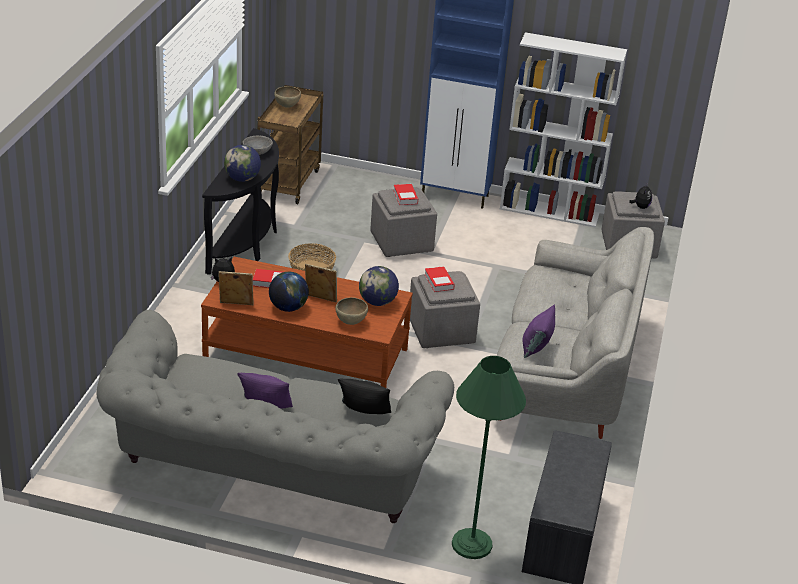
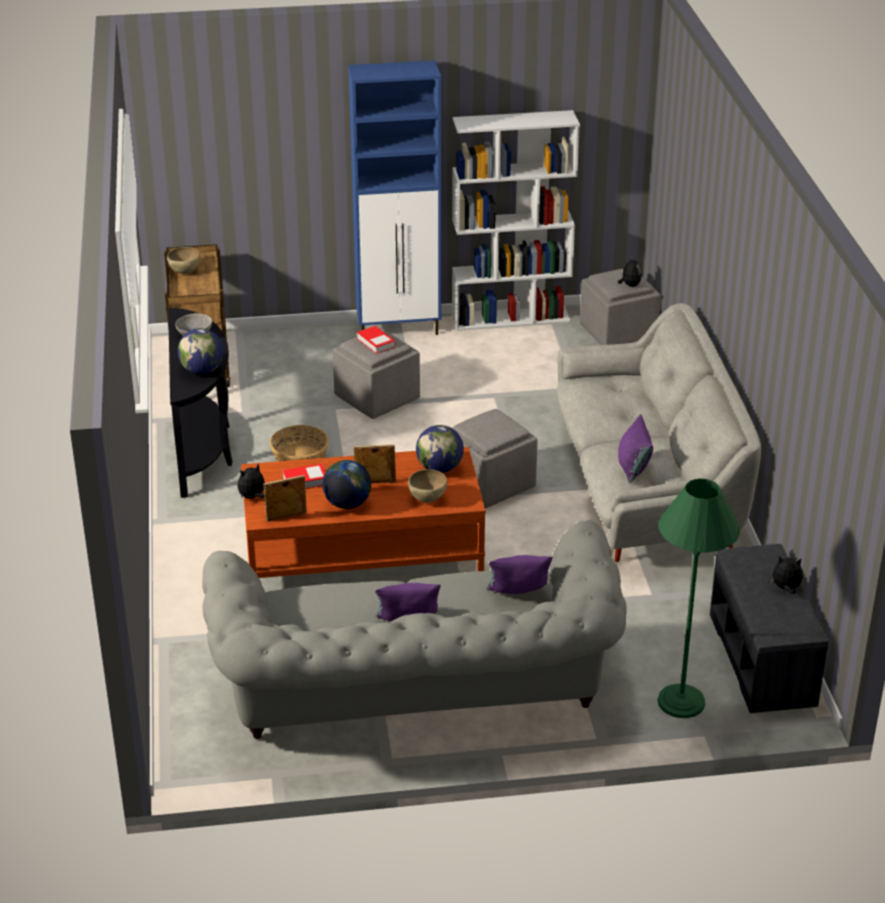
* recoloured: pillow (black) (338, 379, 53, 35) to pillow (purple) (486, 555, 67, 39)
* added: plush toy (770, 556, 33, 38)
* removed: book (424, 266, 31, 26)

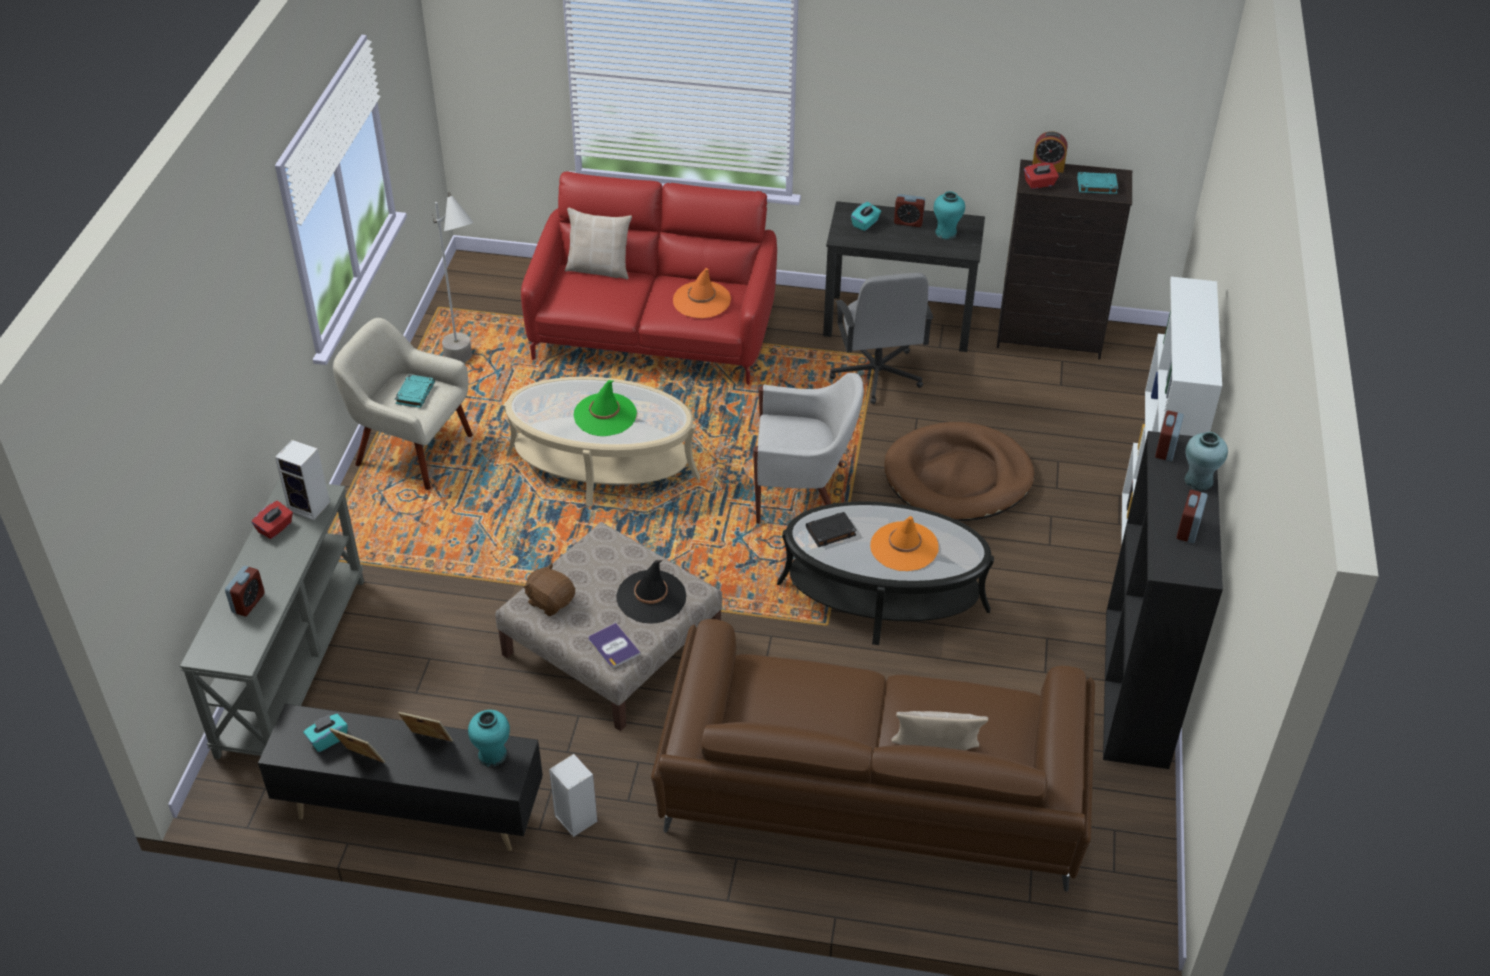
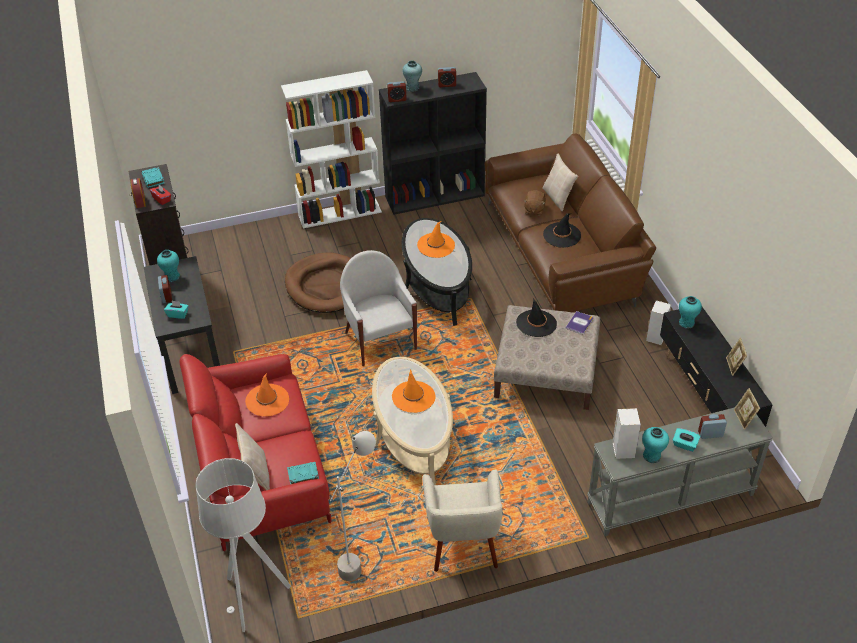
* added: floor lamp (grey) (196, 458, 95, 174)
* moved: book (turquoise) (395, 374, 40, 34) to (287, 462, 32, 22)
* recoloured: hat (green) (574, 380, 63, 56) to hat (orange) (392, 369, 44, 44)
* moved: plush toy (brown) (524, 563, 51, 53) to (523, 190, 23, 25)
* added: hat (black) (543, 213, 38, 35)
* replaced: tissue box (red) (252, 501, 41, 38) to vase (turquoise) (642, 427, 27, 36)
* moved: tissue box (turquoise) (303, 714, 45, 38) to (673, 428, 27, 24)
* moved: picture frame (398, 712, 55, 29) to (734, 388, 26, 42)
* removed: book (black) (806, 512, 51, 35)
* removed: office chair (grey) (830, 273, 103, 131)

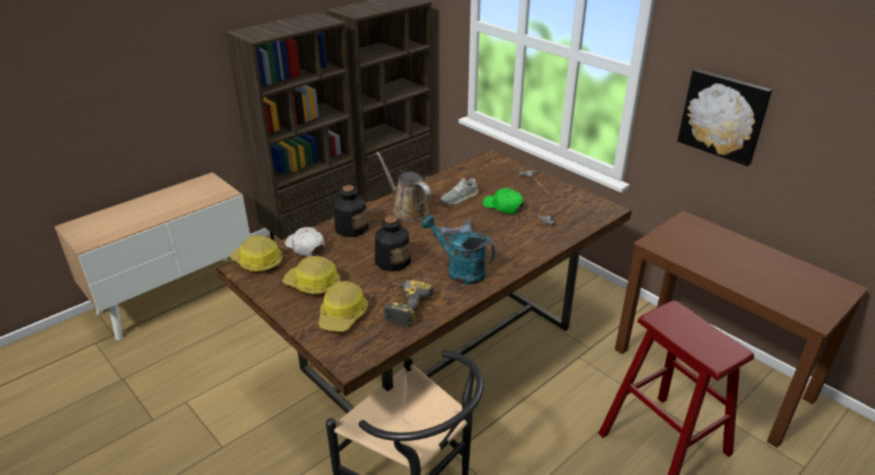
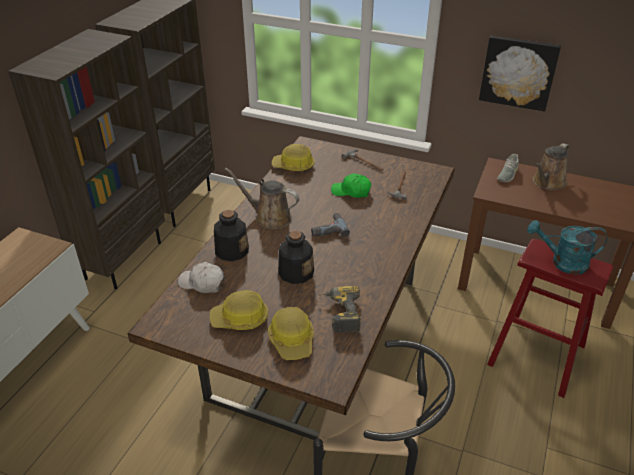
* moved: hard hat (230, 235, 53, 37) to (272, 144, 43, 27)
* moved: shoe (grey) (440, 178, 39, 27) to (497, 154, 22, 28)
* moved: watering can (turquoise) (421, 215, 74, 70) to (527, 220, 81, 55)
* added: watering can (brown) (533, 143, 36, 47)

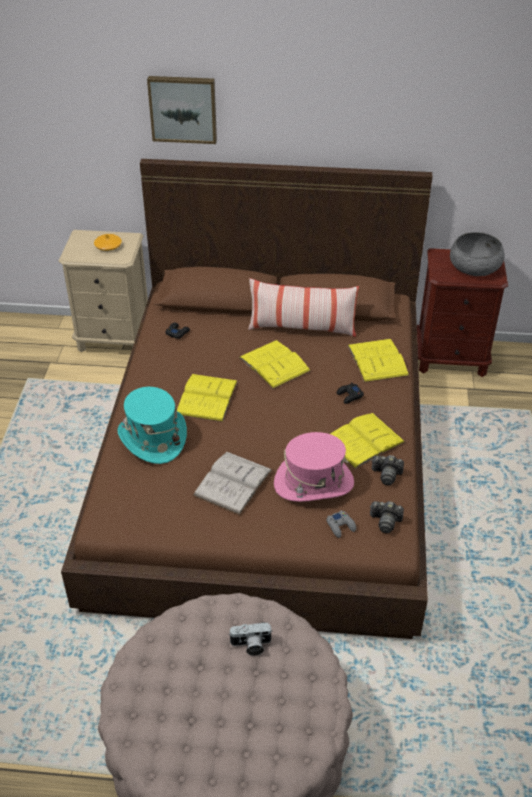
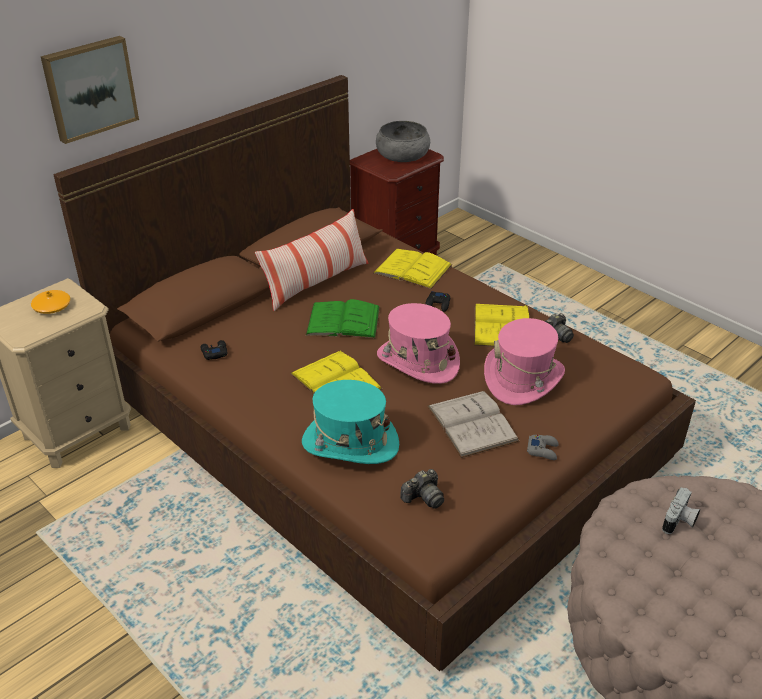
* recoloured: book (yellow) (239, 340, 72, 49) to book (green) (305, 299, 75, 40)
* added: hat (pink) (377, 303, 83, 81)
* moved: photo camera (370, 501, 34, 32) to (400, 469, 44, 40)
* moved: game controller (grey) (326, 510, 30, 28) to (527, 435, 32, 25)

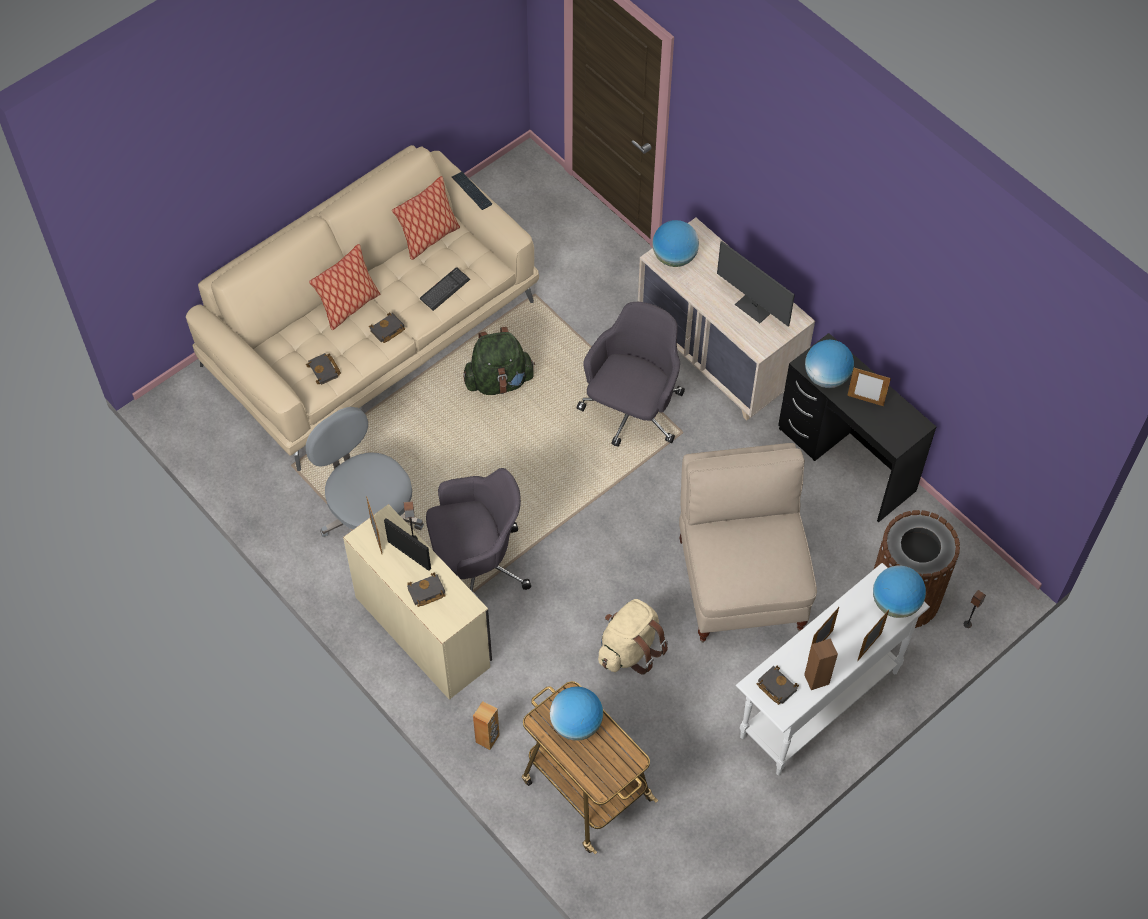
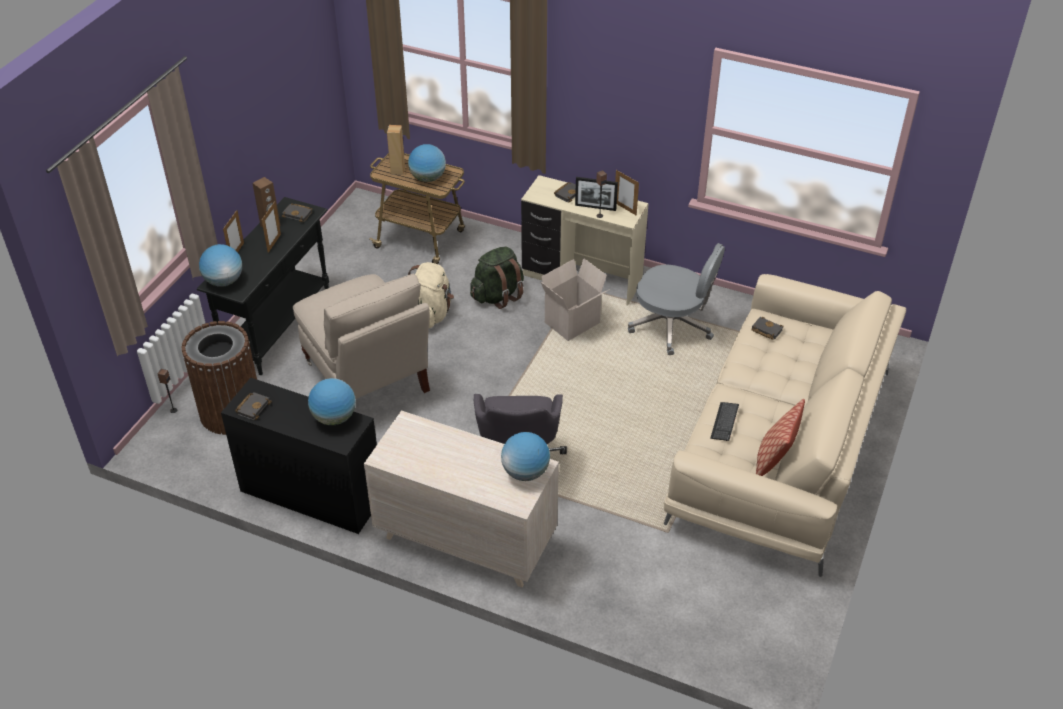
* recoloured: console table (white) (736, 563, 194, 212) to console table (black) (197, 197, 132, 178)
* moved: book (black) (369, 312, 36, 31) to (235, 392, 37, 28)
* moved: speaker (brown) (473, 701, 27, 49) to (387, 125, 18, 50)
* moved: backpack (green) (463, 327, 72, 68) to (470, 247, 54, 62)
* replaced: office chair (grey) (426, 468, 105, 123) to cardboard box (540, 258, 70, 83)
* removed: pillow (309, 244, 71, 86)
* removed: keyboard (452, 172, 40, 38)
* removed: monitor (717, 241, 78, 85)
* removed: picture frame (847, 368, 44, 38)

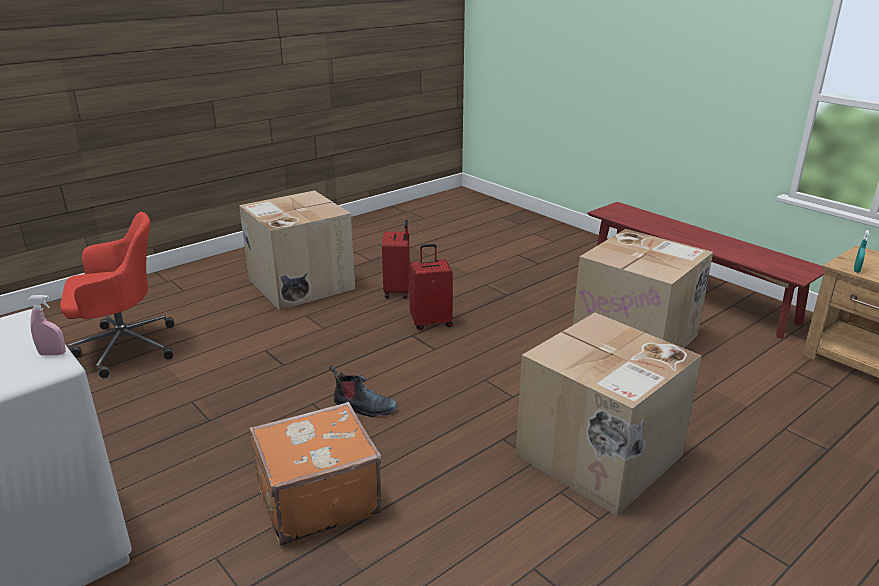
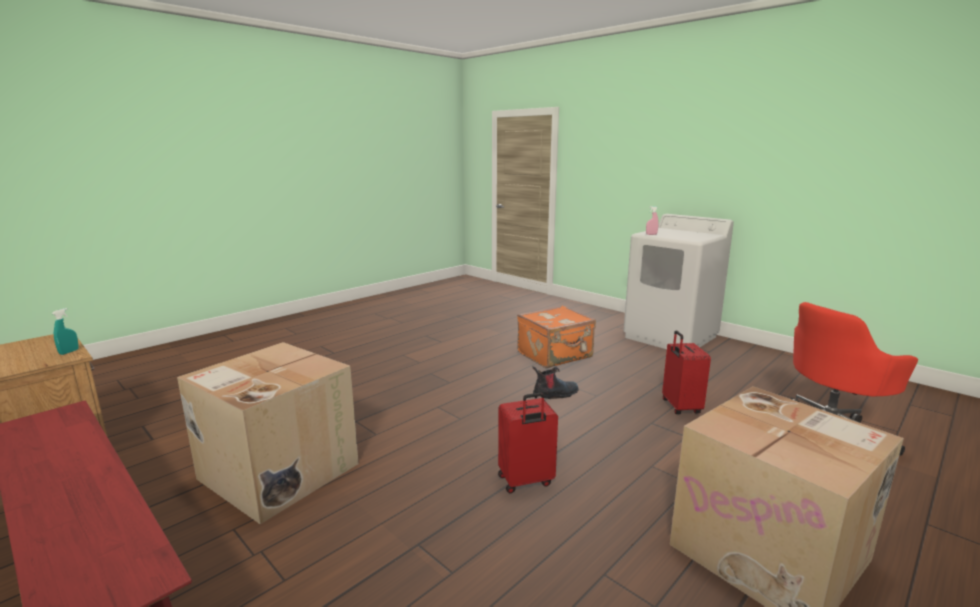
* turned: boot (329, 365, 68, 52) = (533, 366, 46, 33) 150 degrees clockwise
* moved: suitcase (red) (382, 220, 28, 78) to (662, 330, 49, 84)
* removed: cardboard box (516, 313, 186, 203)

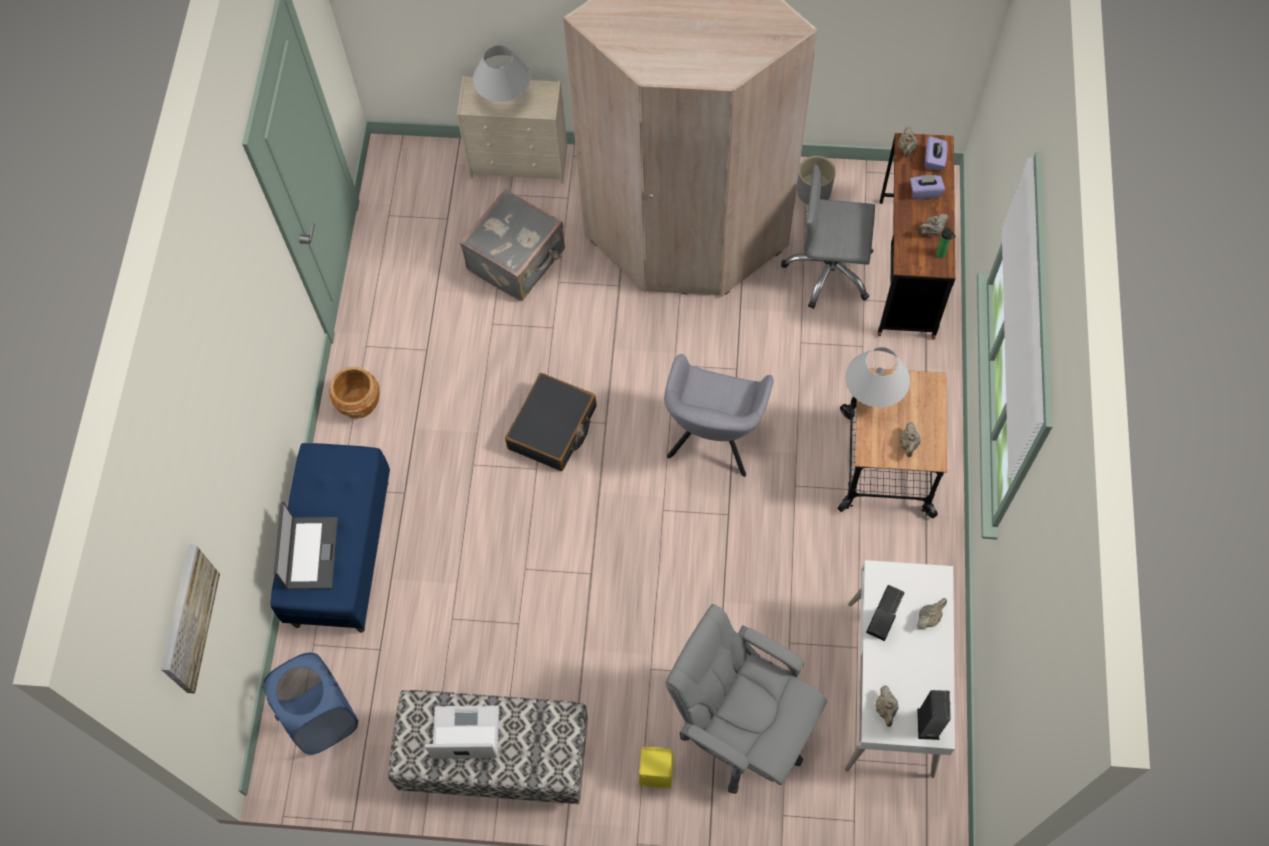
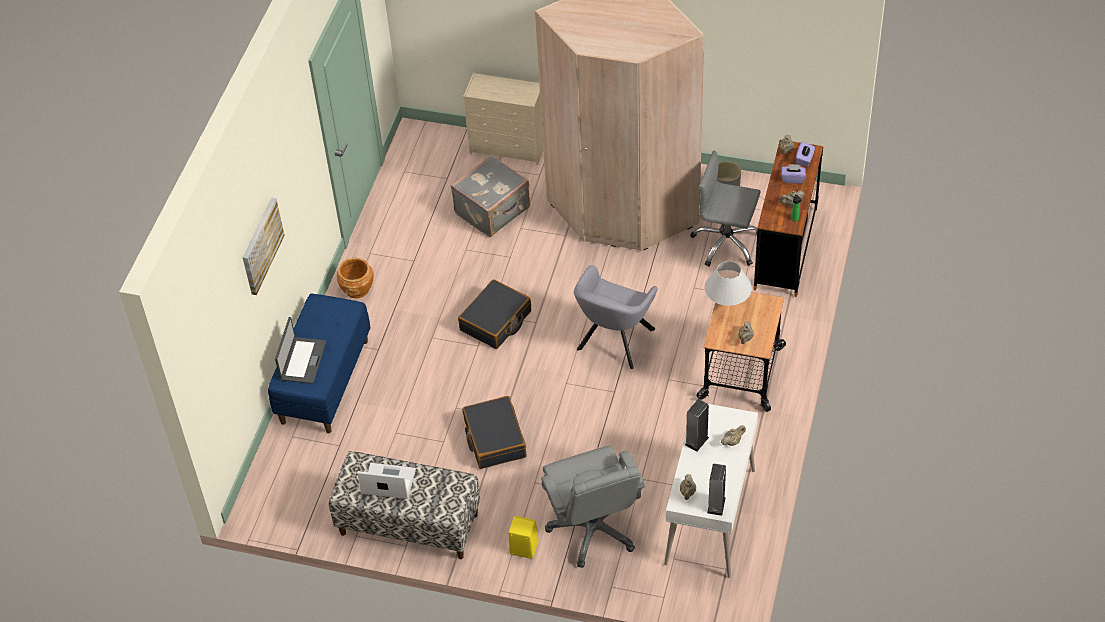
* moved: picture (161, 545, 59, 149) to (243, 198, 42, 97)
* added: suitcase (black) (462, 396, 64, 73)
* turned: office chair (grey) (666, 604, 161, 190) = (541, 446, 104, 122) 150 degrees counterclockwise
* removed: laundry basket (blue) (262, 653, 97, 101)
* removed: table lamp (white) (473, 45, 58, 57)

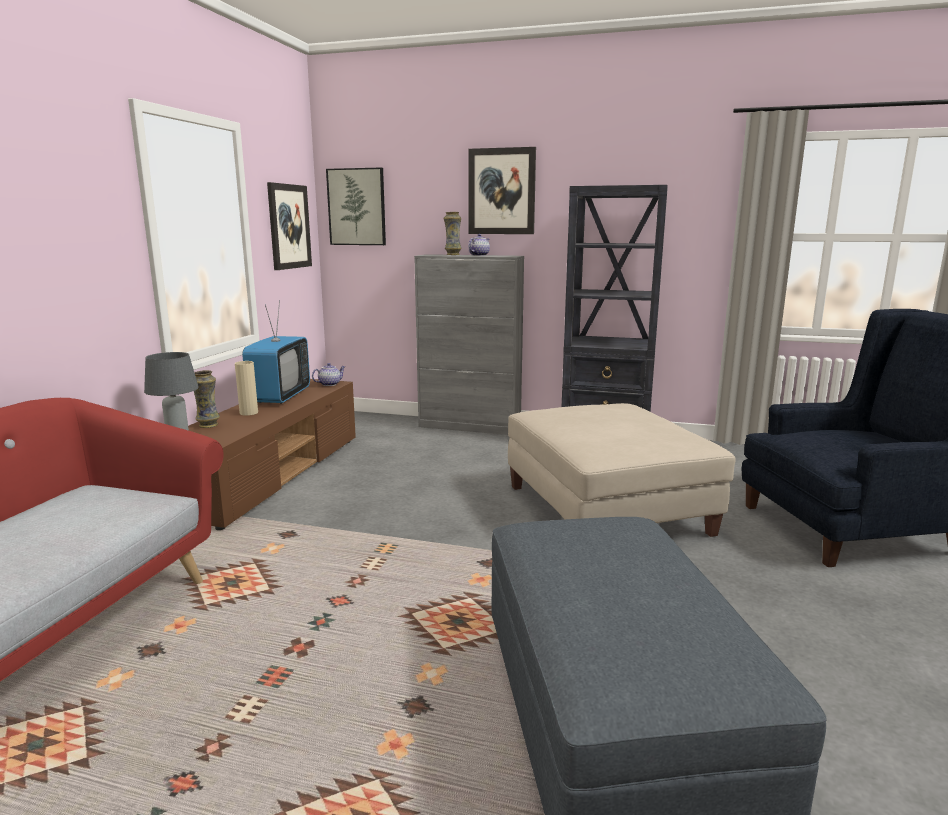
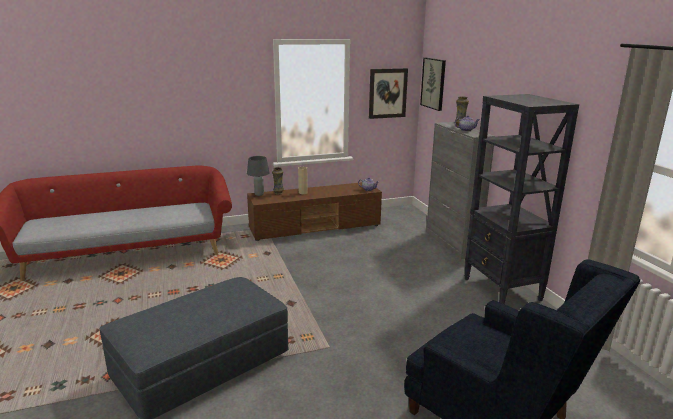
* removed: television (242, 300, 68, 104)
* removed: picture (468, 147, 68, 87)
* removed: ottoman (beige) (508, 403, 228, 134)

